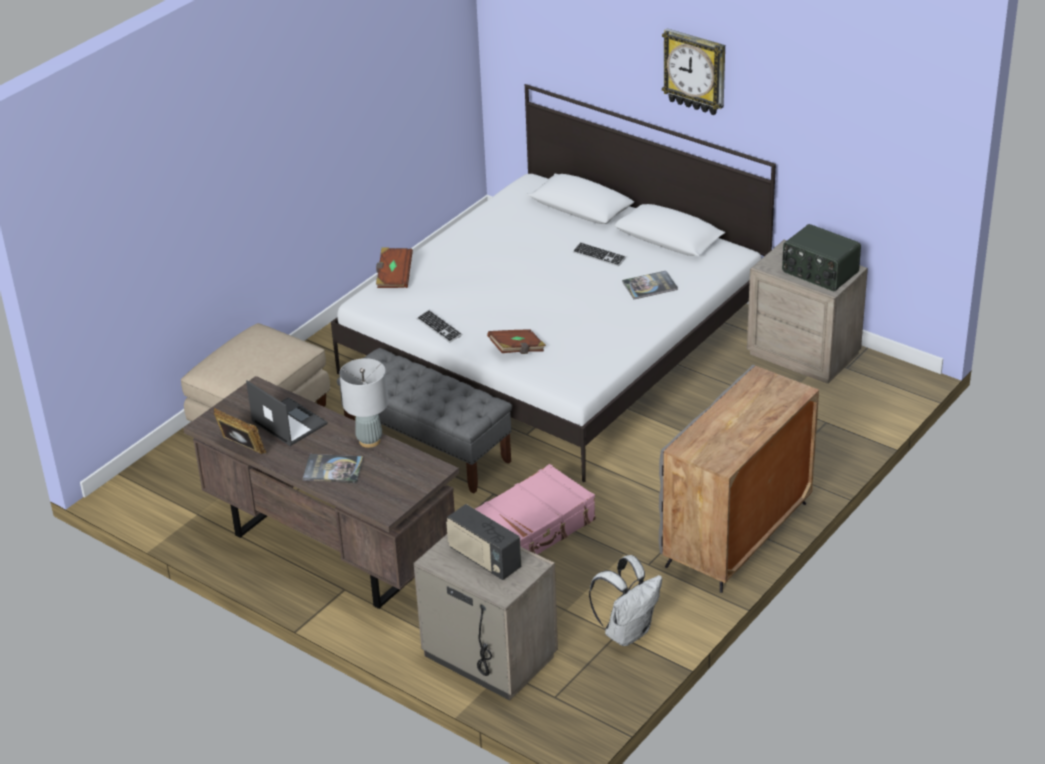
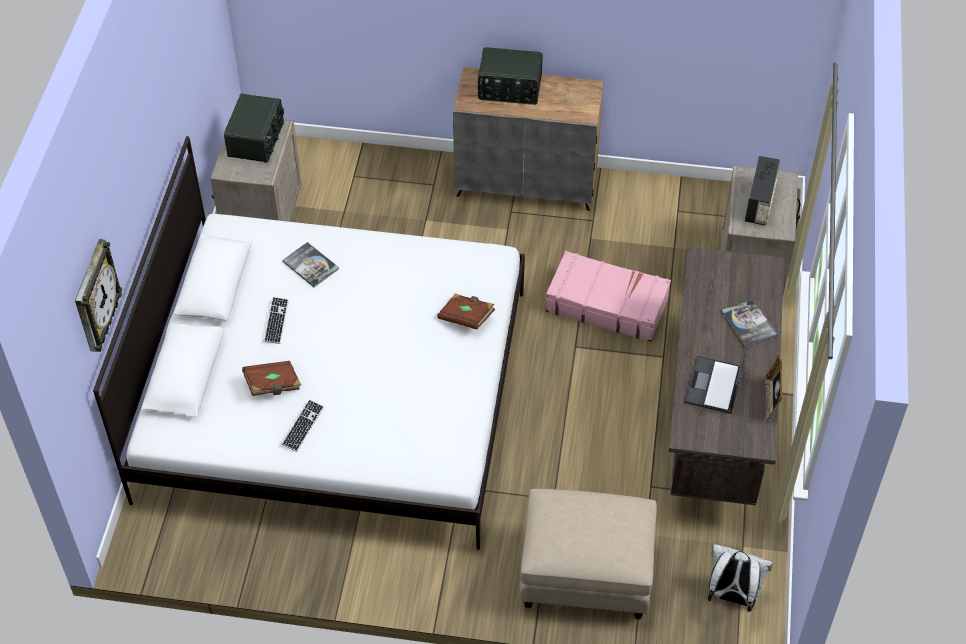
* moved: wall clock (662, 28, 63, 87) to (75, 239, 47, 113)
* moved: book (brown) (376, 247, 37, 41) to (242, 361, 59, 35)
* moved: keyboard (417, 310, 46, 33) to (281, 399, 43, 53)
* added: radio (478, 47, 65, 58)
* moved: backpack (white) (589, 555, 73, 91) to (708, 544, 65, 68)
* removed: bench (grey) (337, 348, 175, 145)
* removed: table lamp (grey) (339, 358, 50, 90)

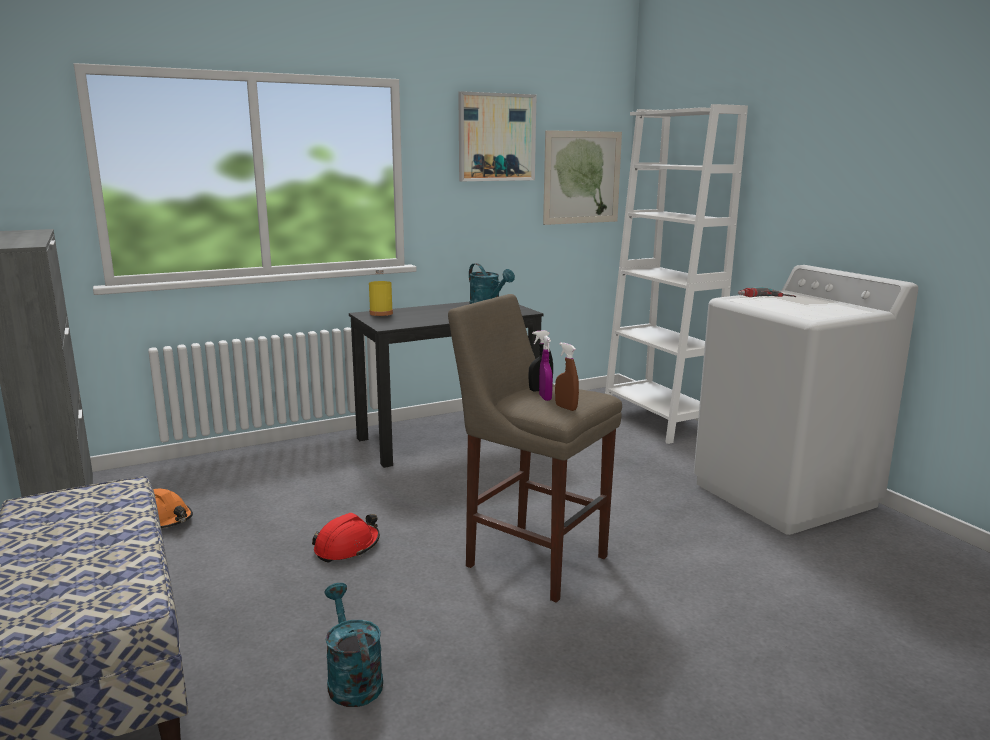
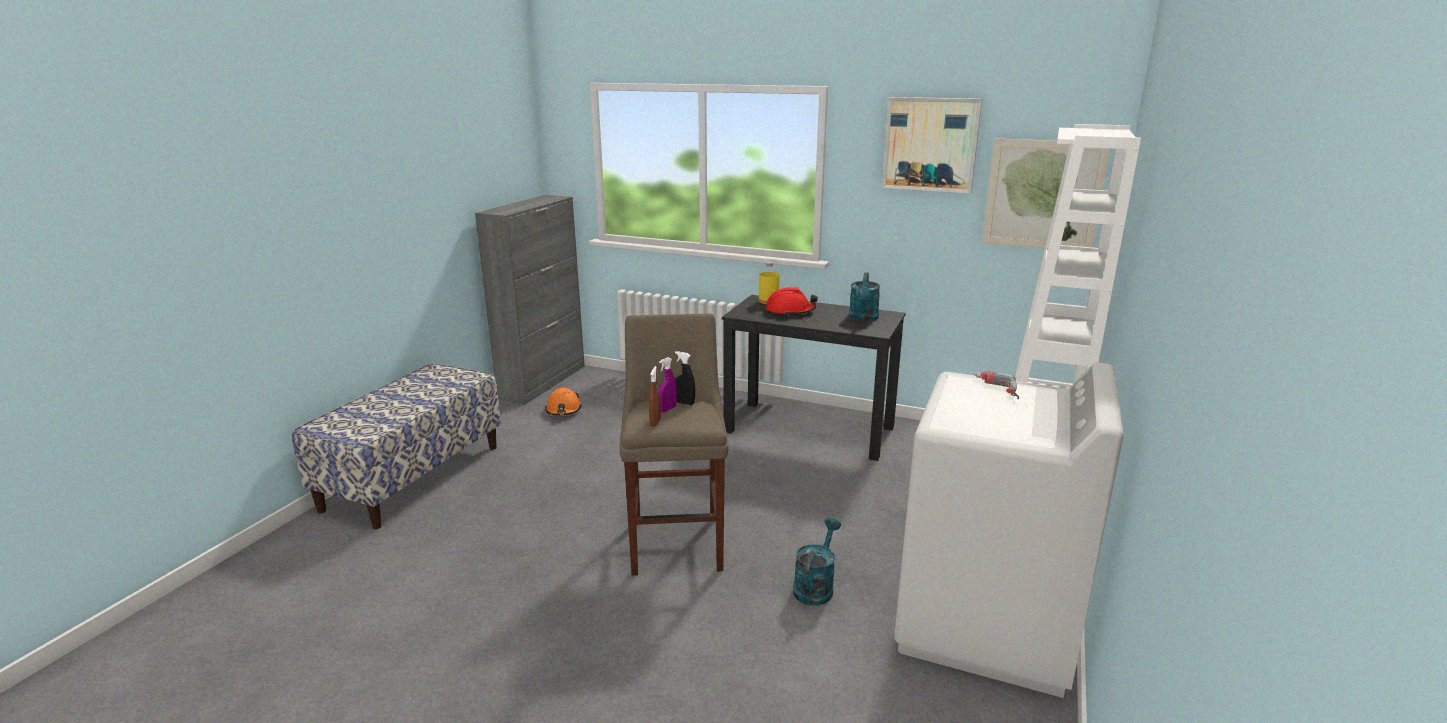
* moved: hard hat (red) (312, 513, 68, 50) to (766, 287, 52, 29)
* moved: watering can (turquoise) (324, 583, 59, 124) to (793, 518, 48, 88)

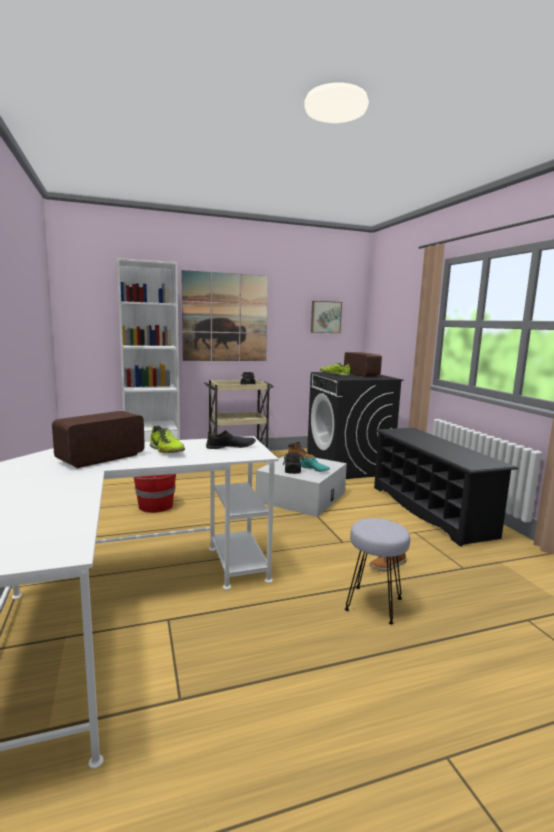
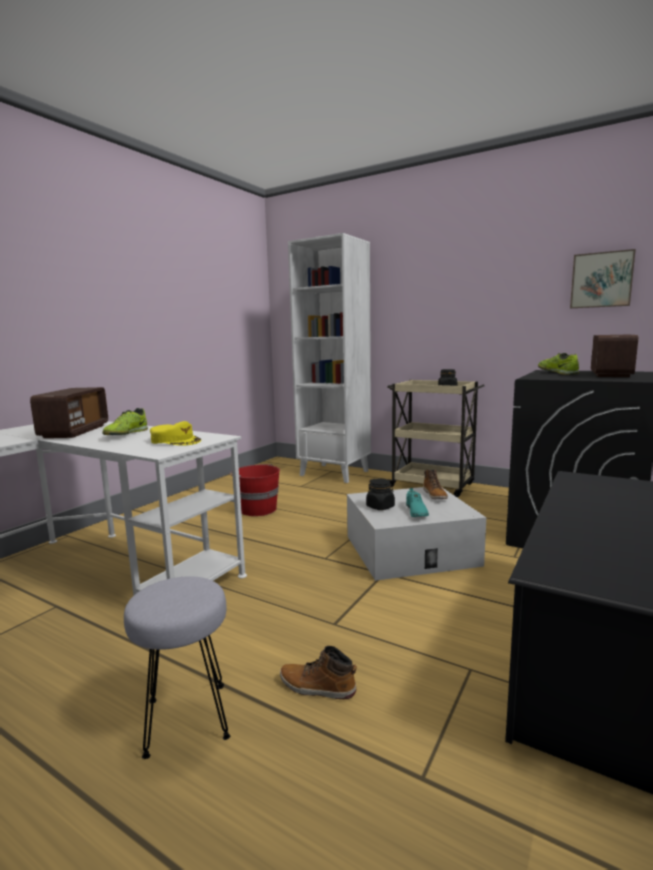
* turned: radio (52, 411, 93, 57) = (30, 387, 78, 51) 90 degrees clockwise
* replaced: shoe (black) (206, 430, 50, 19) to cap (yellow) (150, 421, 51, 25)
* removed: picture (181, 270, 87, 91)

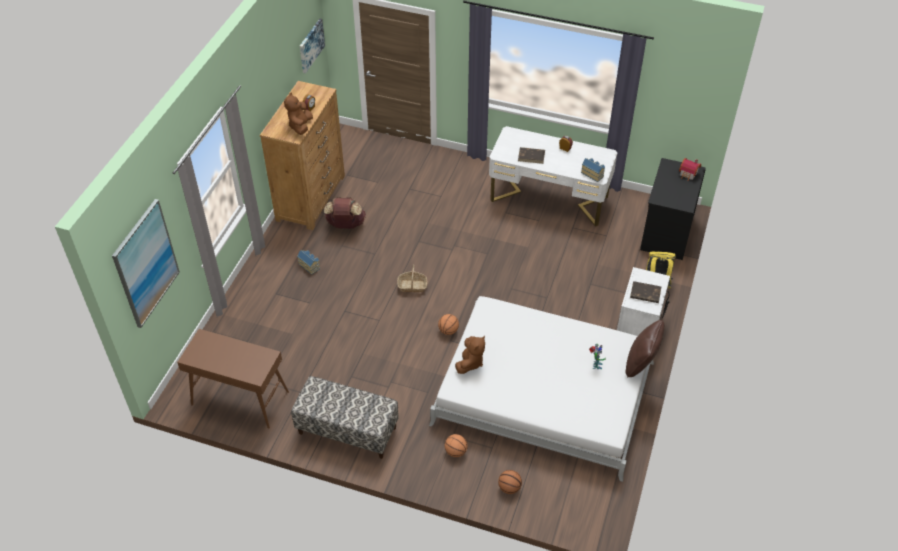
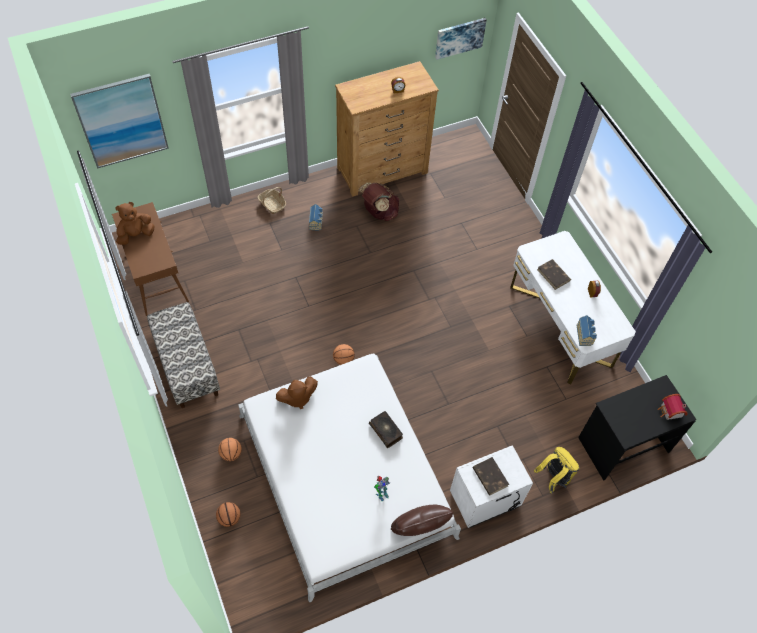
* moved: plush toy (brown) (284, 93, 29, 42) to (115, 202, 39, 43)
* moved: basket (397, 264, 30, 29) to (258, 187, 28, 27)
* added: book (369, 411, 34, 37)

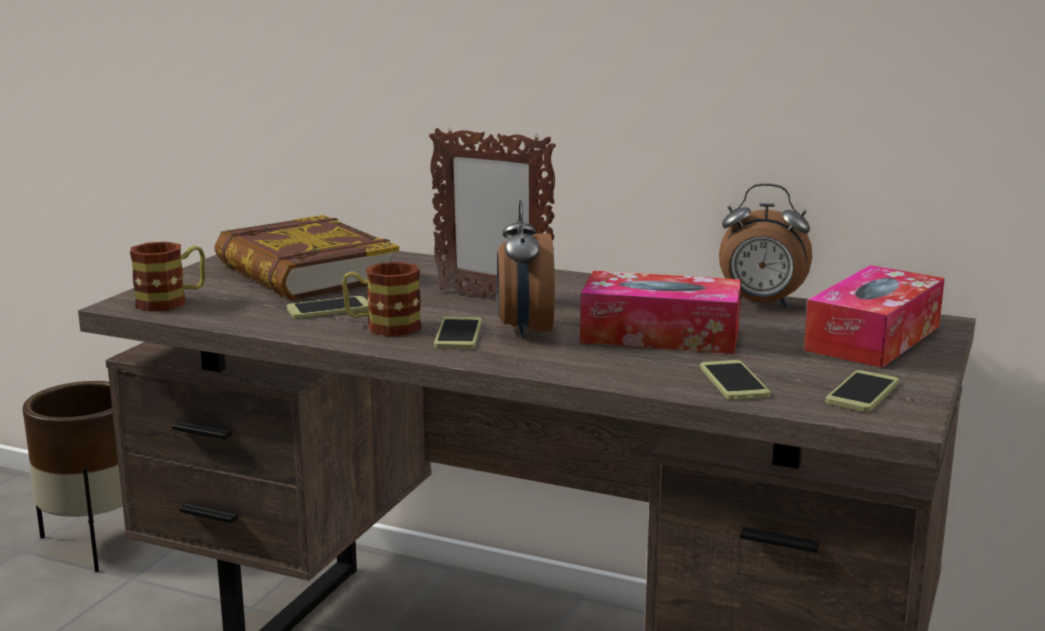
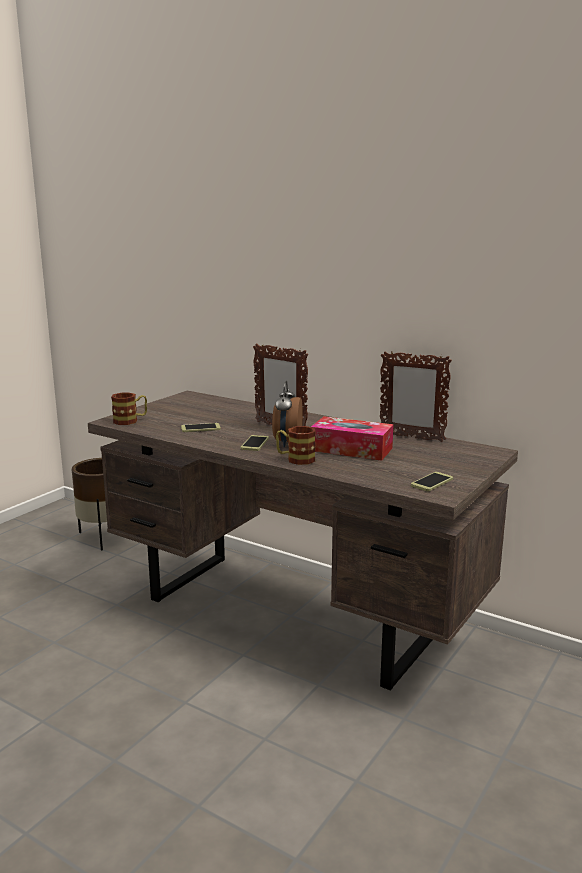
* moved: mug (342, 262, 80, 74) to (276, 426, 40, 39)
* replaced: alarm clock (719, 183, 93, 125) to picture frame (380, 351, 72, 91)
* removed: book (214, 215, 185, 85)
* removed: phone (700, 360, 70, 40)
* removed: tissue box (804, 265, 141, 103)

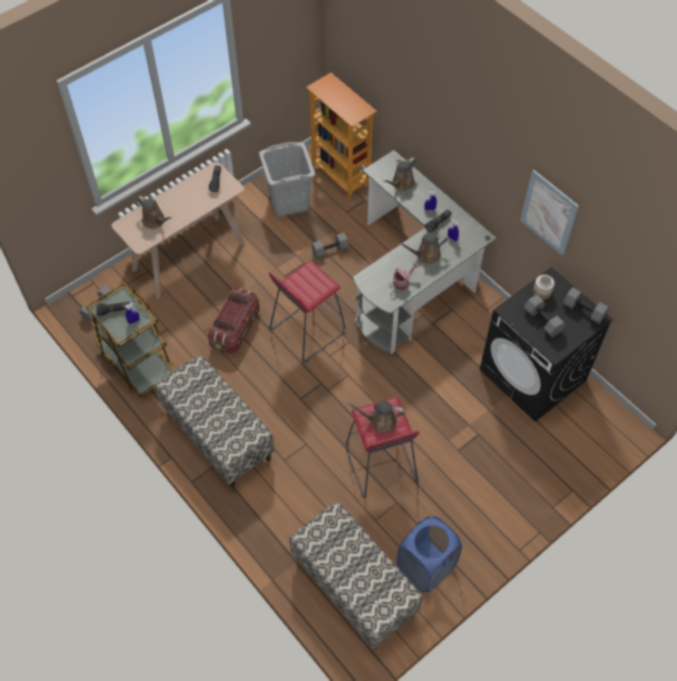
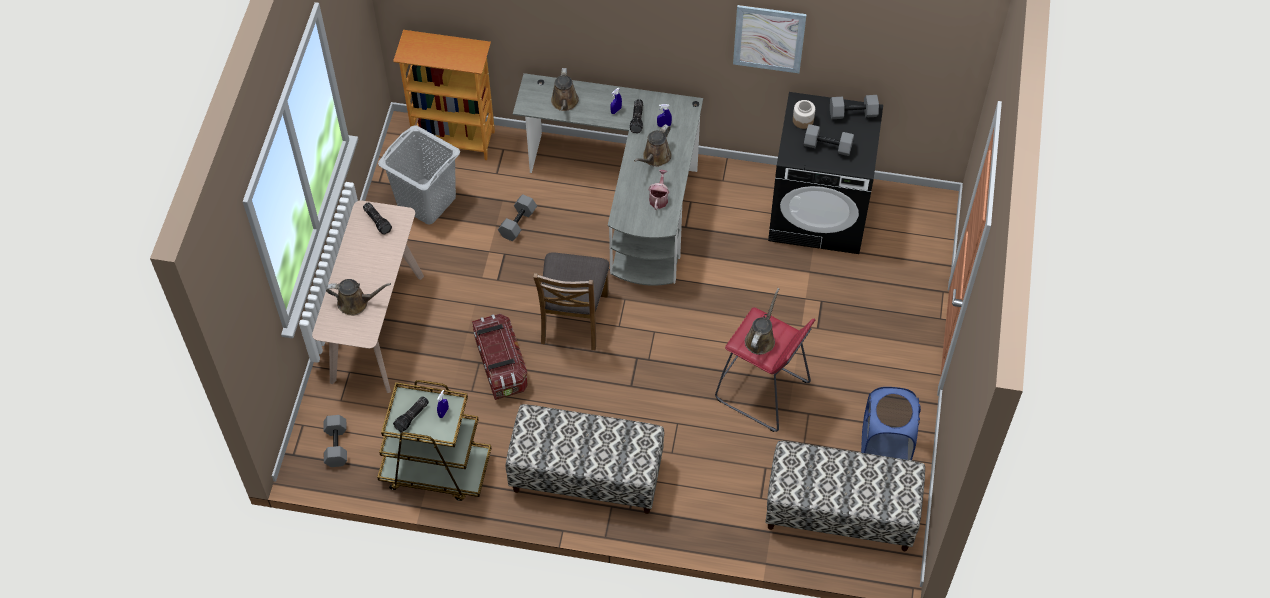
* replaced: stool (red) (269, 261, 76, 101) to chair (brown) (533, 252, 77, 98)
* turned: watering can (brown) (346, 401, 58, 32) = (745, 288, 35, 67) 150 degrees clockwise

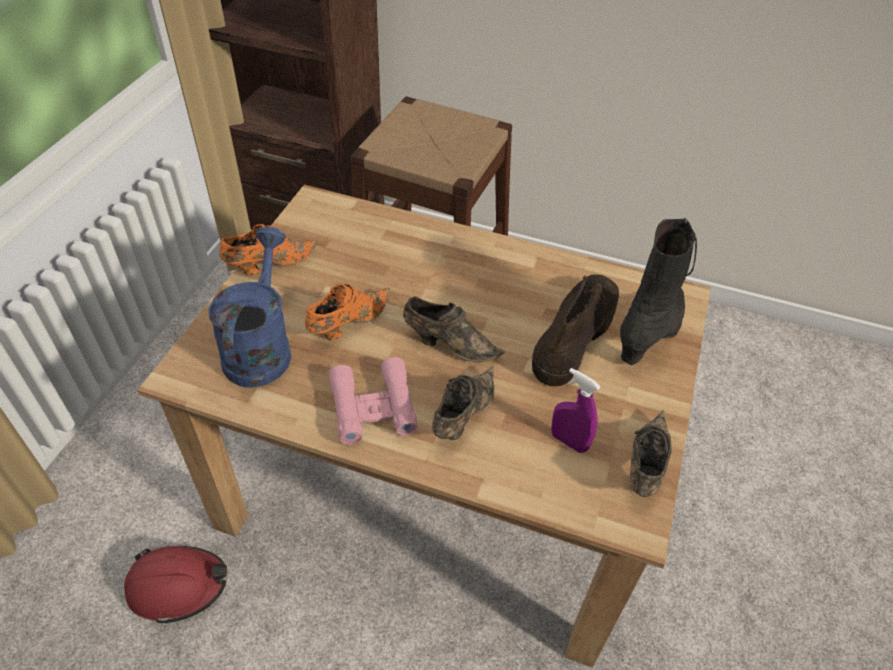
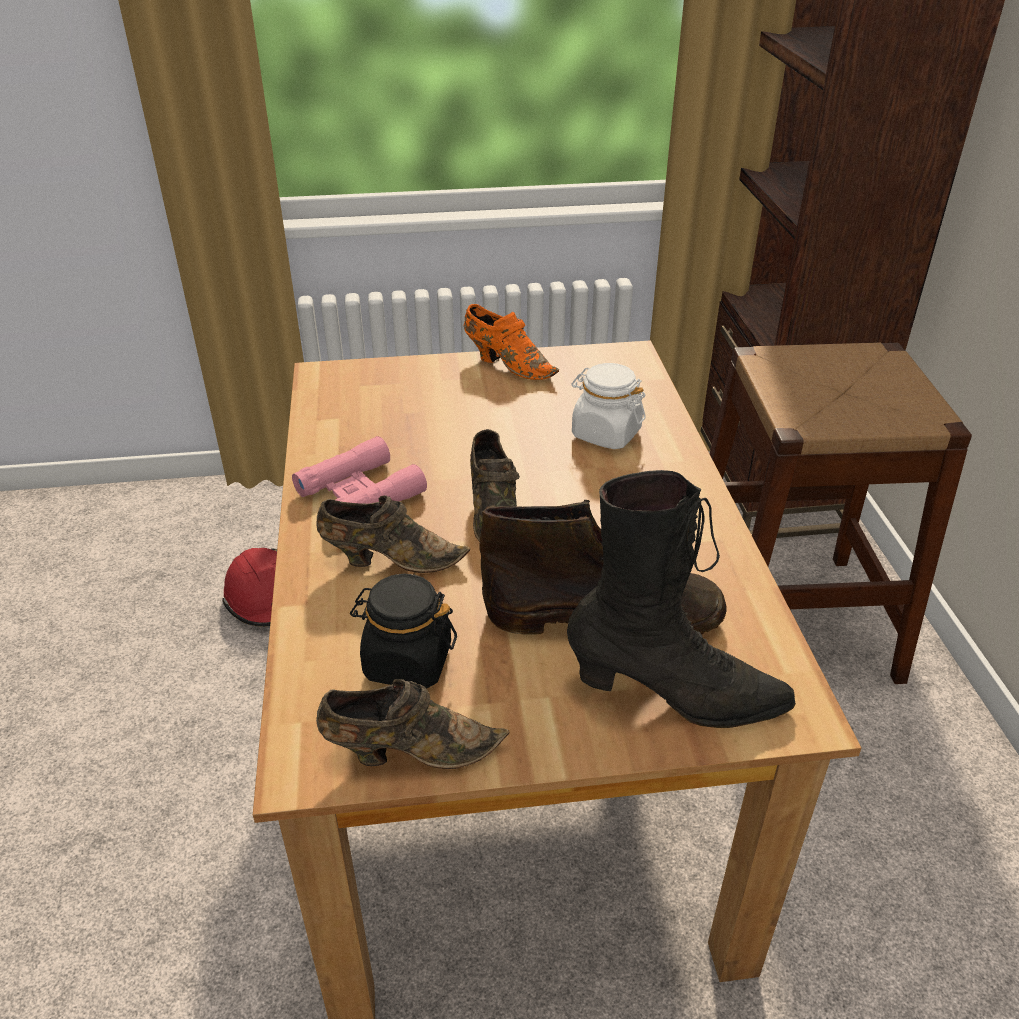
* replaced: spray bottle (purple) (551, 368, 50, 85) to jar (black) (350, 574, 107, 115)
* added: jar (white) (572, 363, 74, 86)
* removed: watering can (blue) (209, 227, 82, 161)
* removed: shoe (orange) (305, 283, 85, 58)

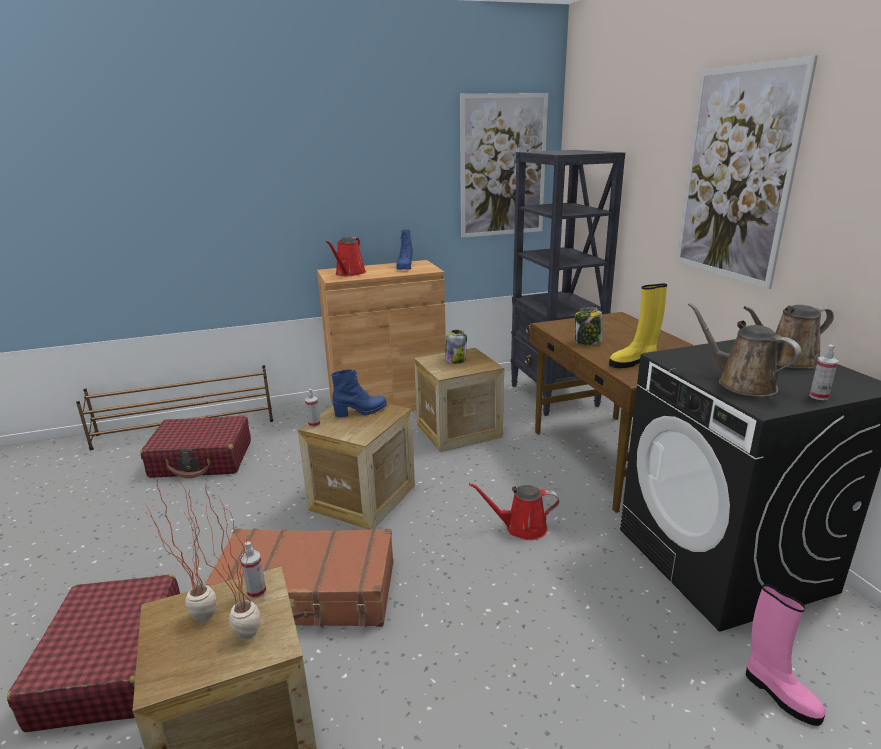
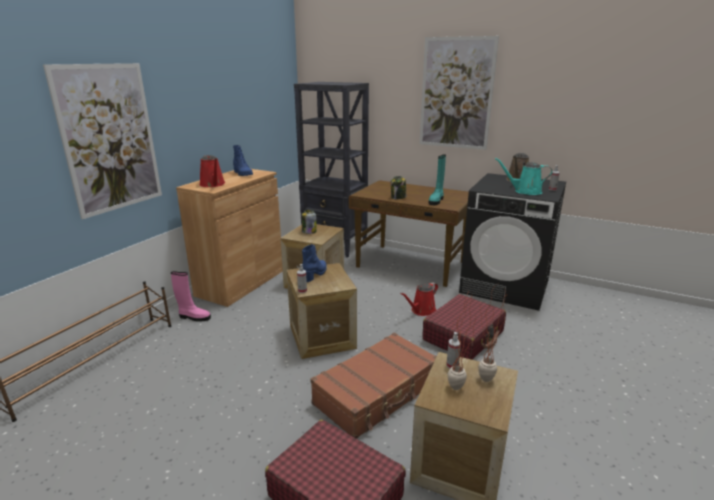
* moved: picture (460, 93, 88, 145) to (43, 63, 119, 156)
* moved: boot (pink) (746, 584, 80, 142) to (171, 271, 40, 51)
* moved: suitcase (red) (140, 416, 111, 63) to (422, 294, 84, 66)
* recoloured: boot (yellow) (609, 284, 58, 84) to boot (turquoise) (429, 154, 17, 51)
* recoloured: watering can (brown) (688, 303, 114, 94) to watering can (turquoise) (495, 158, 58, 37)

